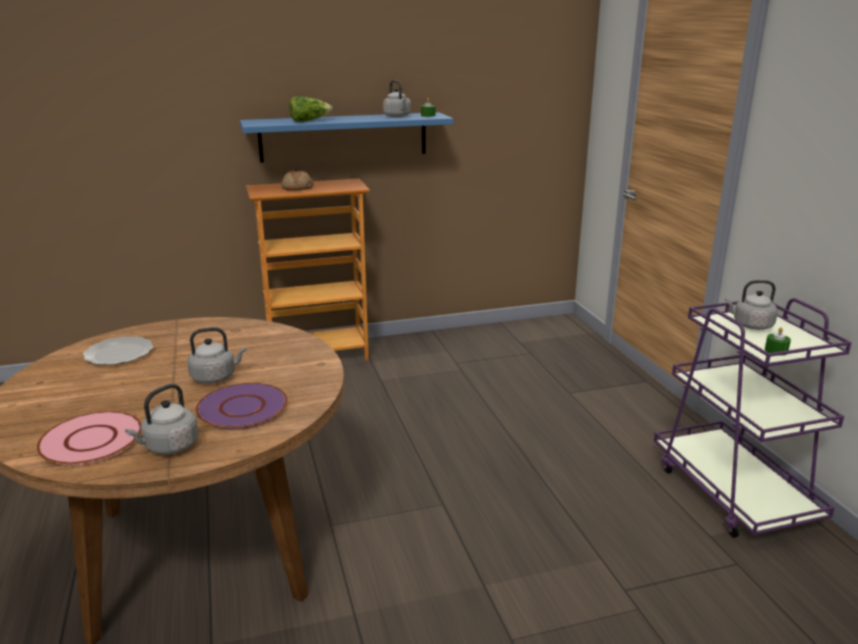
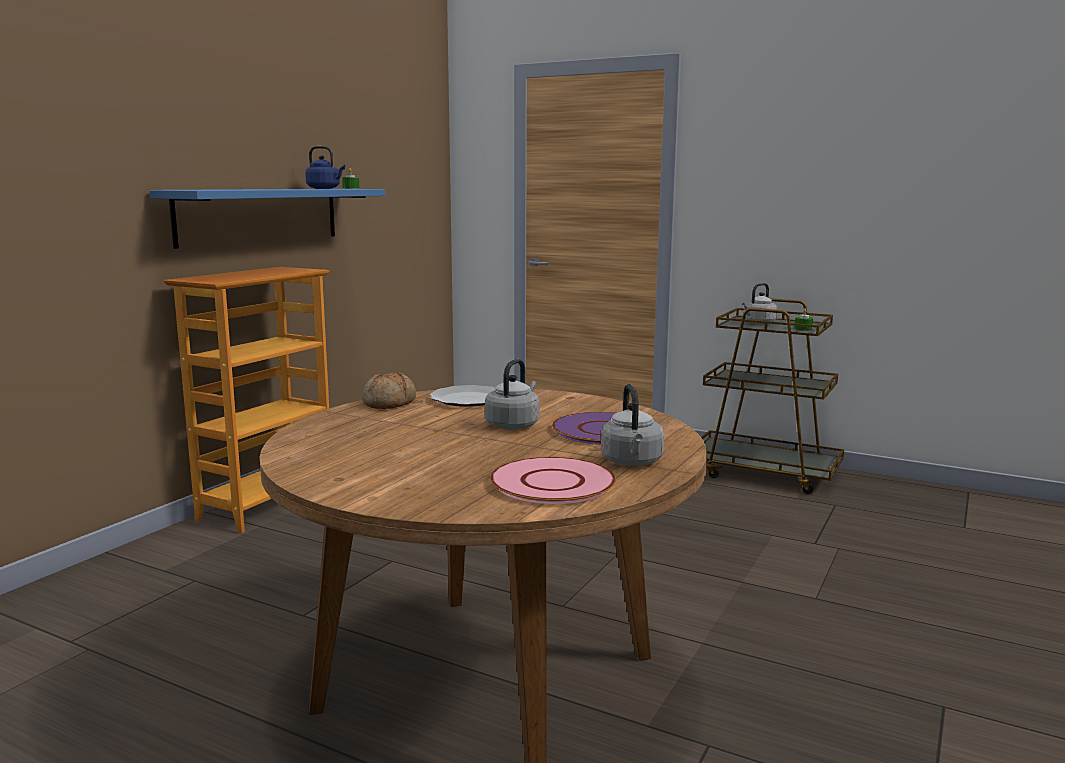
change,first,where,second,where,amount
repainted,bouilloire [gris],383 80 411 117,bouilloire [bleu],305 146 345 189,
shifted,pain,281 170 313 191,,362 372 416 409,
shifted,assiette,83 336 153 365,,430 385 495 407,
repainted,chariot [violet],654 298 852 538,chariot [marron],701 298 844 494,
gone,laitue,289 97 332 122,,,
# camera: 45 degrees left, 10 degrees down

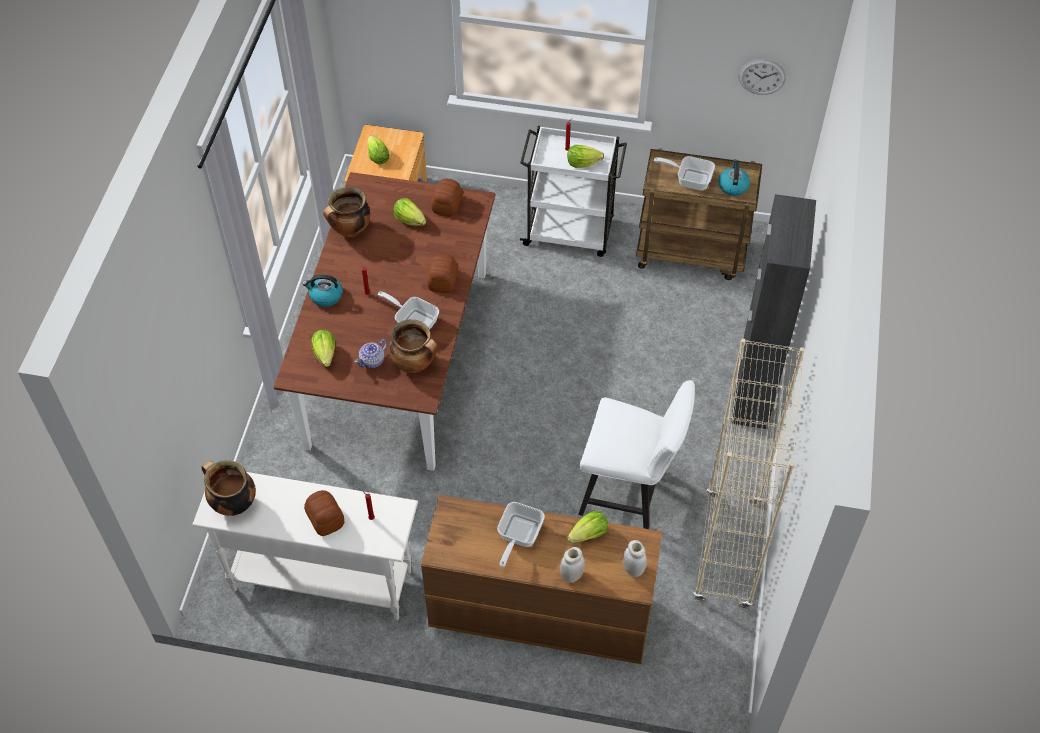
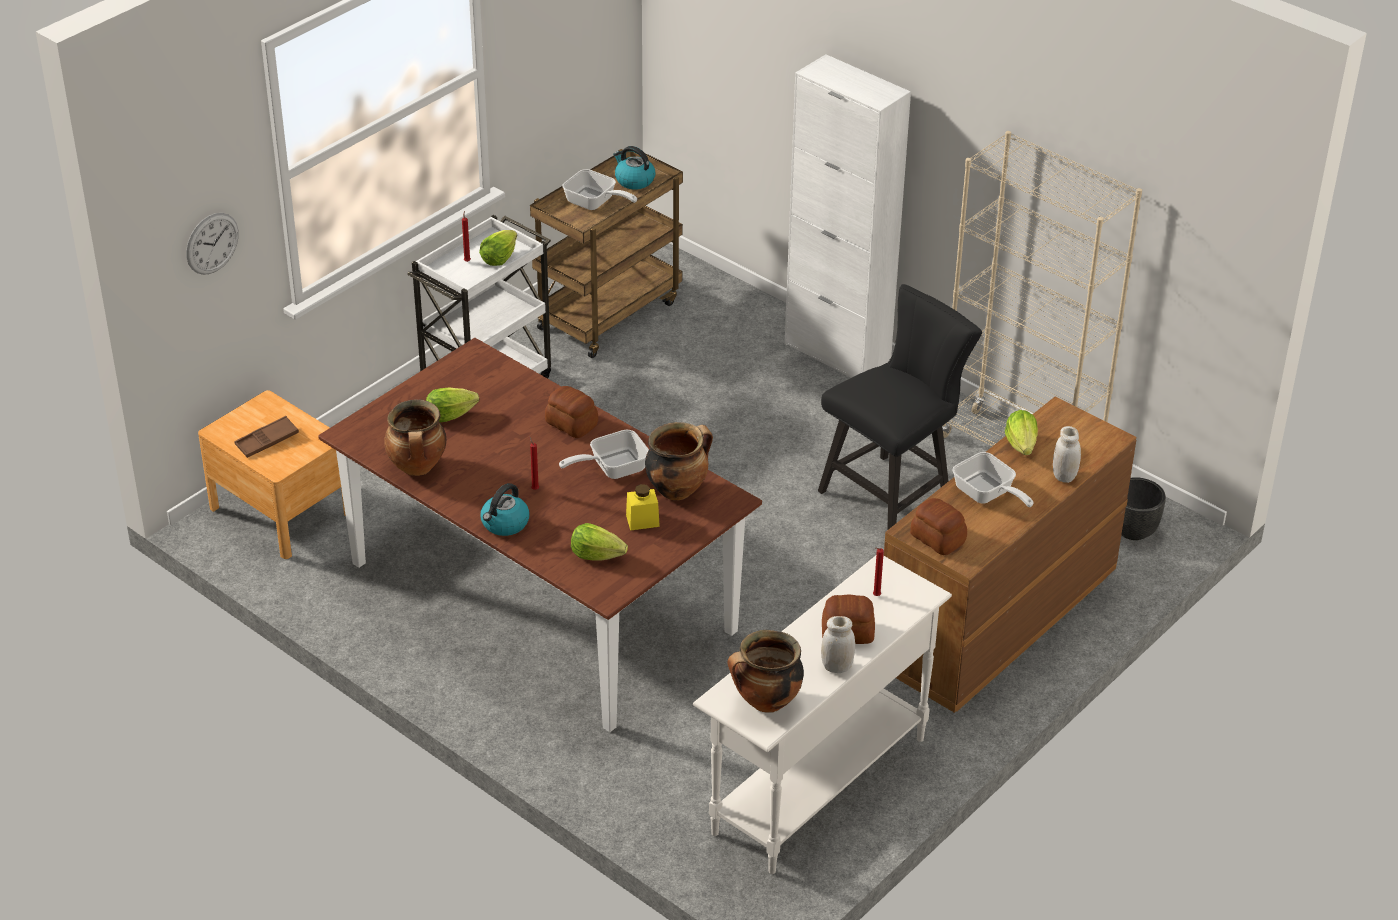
change,first,where,second,where,amount
shifted,horloge murale,739 59 786 95,,186 213 239 275,
swapped,laitue,367 135 390 165,plateau [marron],234 416 299 458,
rotated,poêle,654 156 715 190,,562 169 637 210,105 degrees counterclockwise
swapped,théière,354 339 388 368,bocal [jaune],626 484 660 531,
repainted,meuble de rangement [noir],731 194 816 429,meuble de rangement [blanc],785 54 911 378,
repainted,chaise [blanc],578 380 695 529,chaise [noir],818 284 982 530,
shifted,bocal [blanc],623 540 647 577,,821 616 855 673,
shifted,pain,431 179 463 217,,910 498 967 555,
new,,,cache-pot [noir],1122 477 1166 540,
# camera: 60 degrees left, 15 degrees down

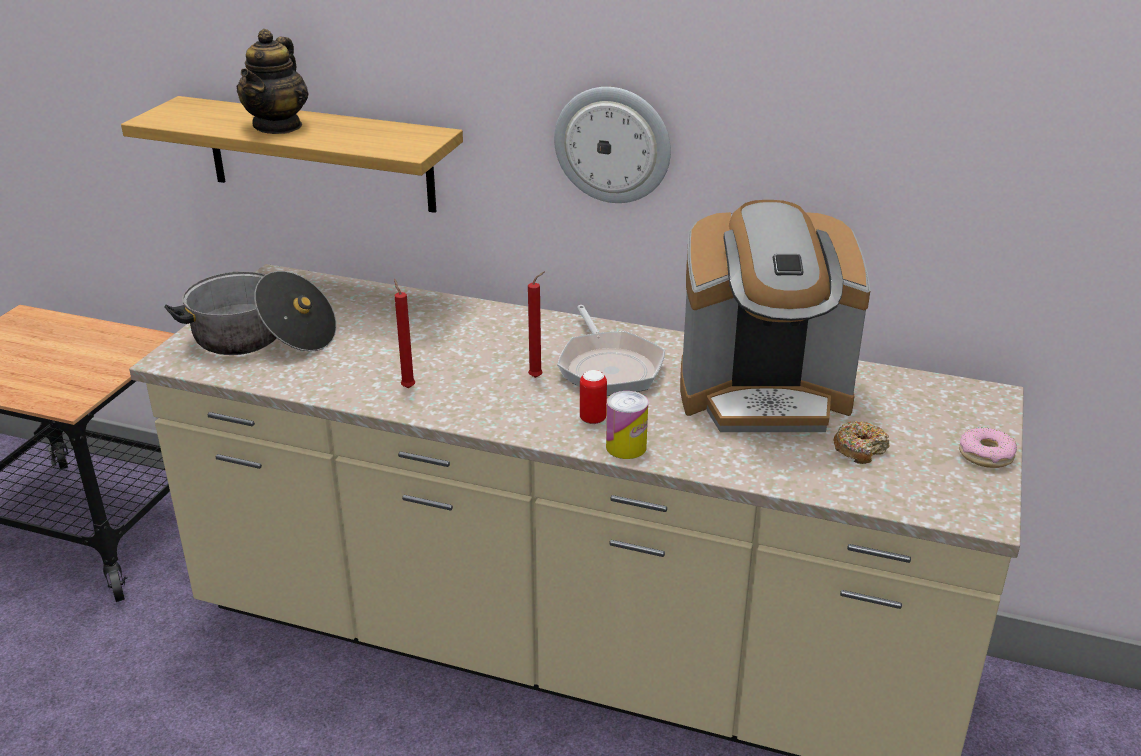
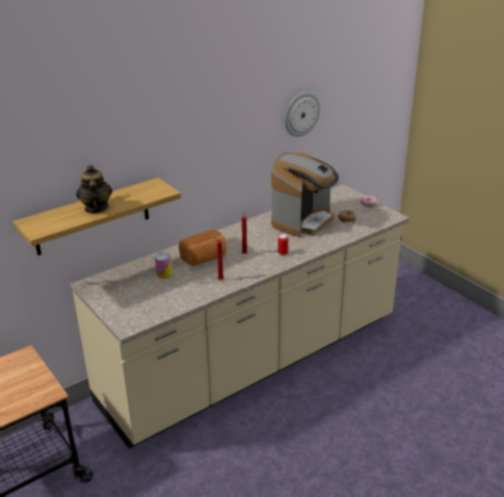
change,first,where,second,where,amount
rotated,théière,236 29 309 134,,76 165 112 213,150 degrees counterclockwise
shifted,boîte métallique,606 391 648 459,,155 252 172 278,
new,,,pain,179 229 226 266,
shifted,horloge murale,554 87 671 203,,285 92 321 137,
gone,marmite,165 271 337 355,,,
gone,poêle,557 305 665 396,,,
# camera: 55 degrees left, 0 degrees up

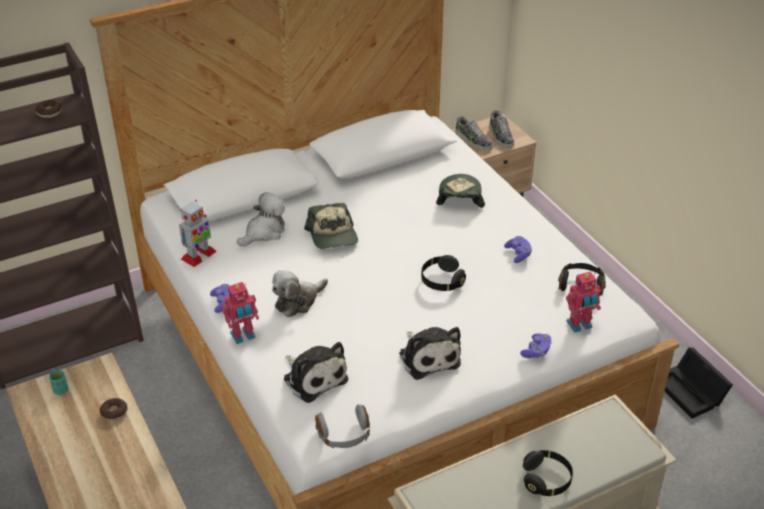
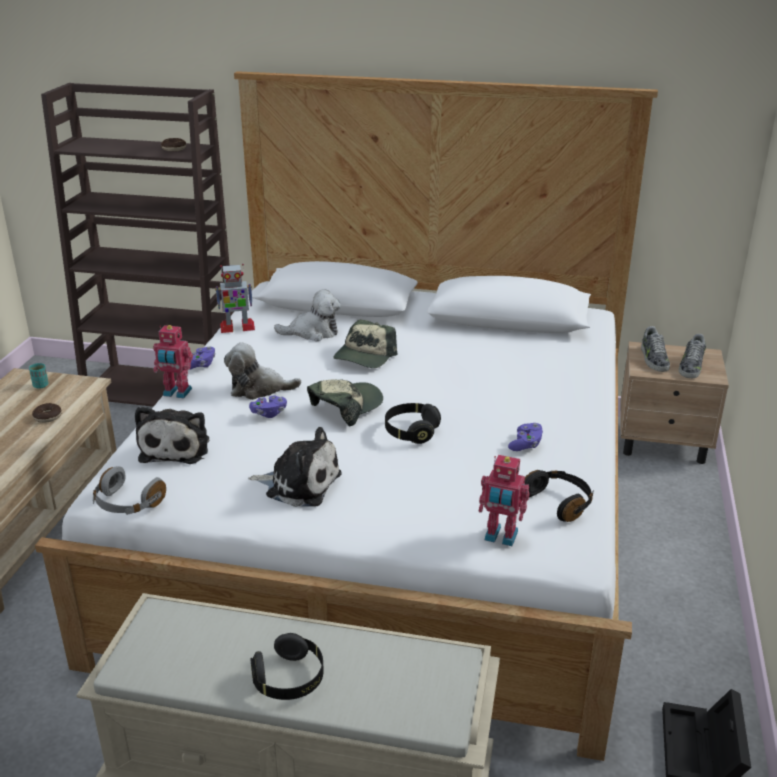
change,first,where,second,where,amount
rotated,peluche,399 327 461 380,,248 427 341 507,90 degrees counterclockwise
shifted,manette [violet],520 333 552 358,,249 395 287 418,
shifted,casquette,436 174 485 208,,307 379 383 426,
# camera: 40 degrees right, 10 degrees down

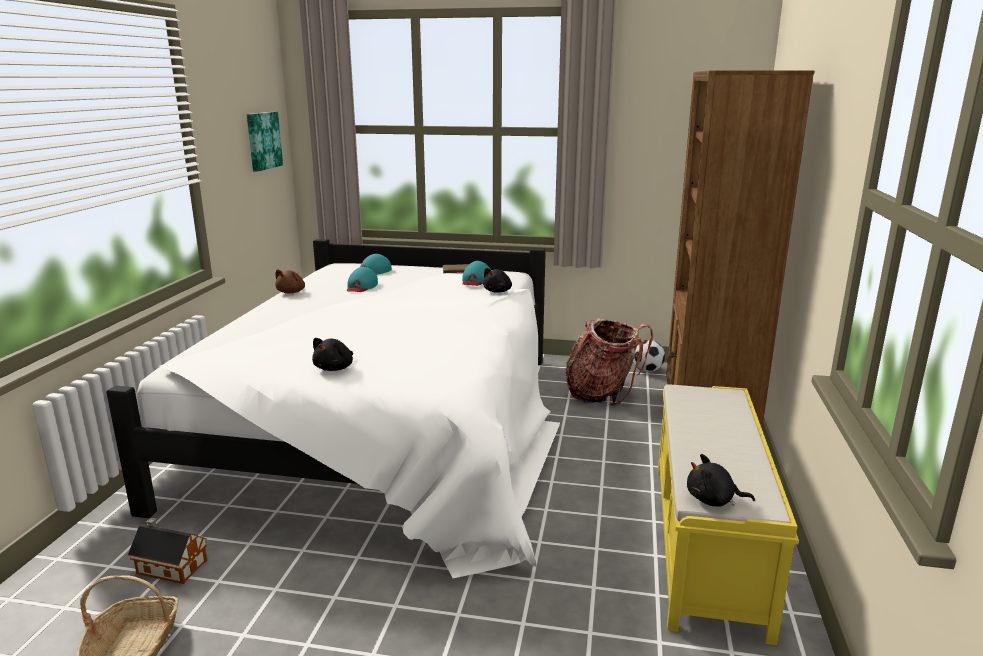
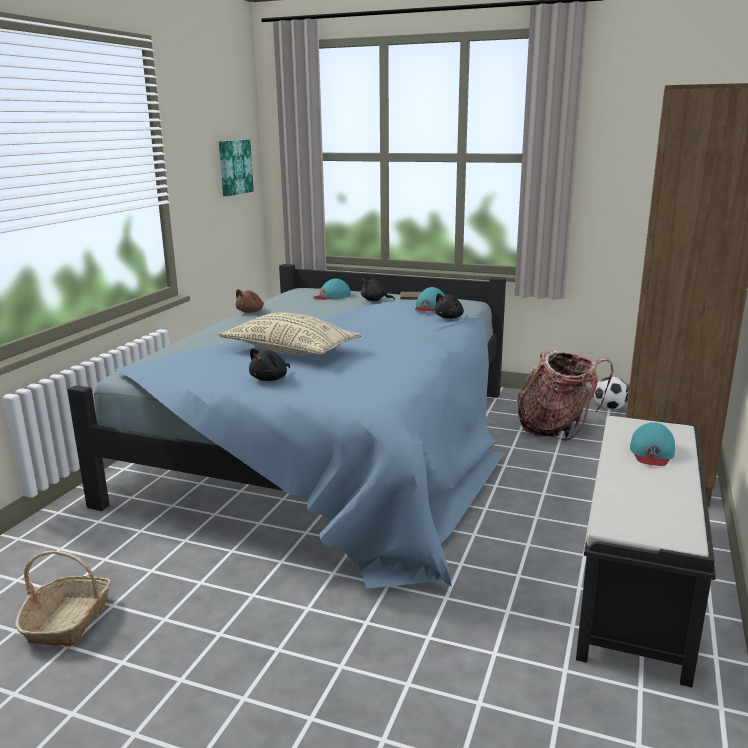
change,first,where,second,where,amount
repainted,lit [blanc],106 239 560 578,lit [bleu],67 264 506 589,
new,,,coussin [beige],218 312 361 355,
shifted,peluche [noir],687 454 755 506,,361 276 395 301,
repainted,banc [jaune],658 384 799 645,banc [noir],576 416 716 687,
shifted,casquette [turquoise],347 267 378 292,,630 422 675 466,
gone,maison miniature,128 518 207 584,,,
# camera: 10 degrees right, 0 degrees up

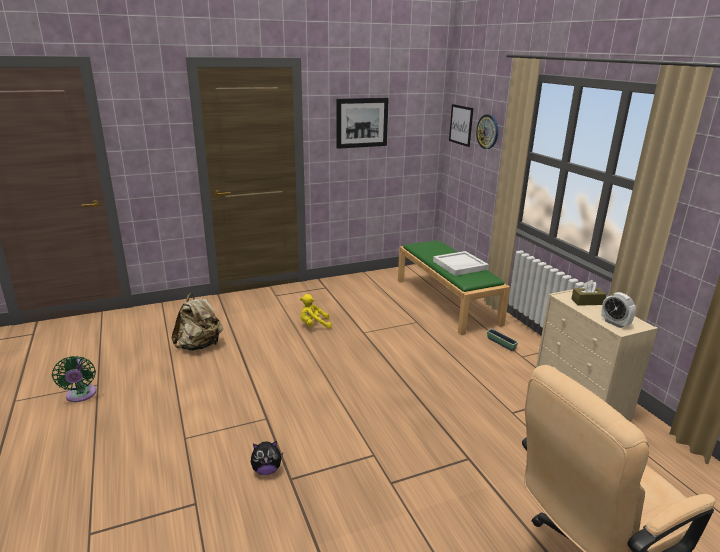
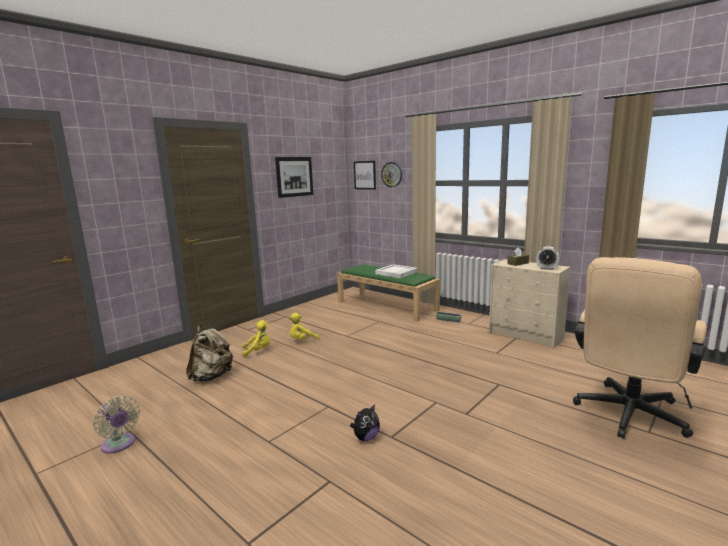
change,first,where,second,where,amount
repainted,ventilateur [vert],52 356 96 402,ventilateur [beige],93 396 140 454,
new,,,peluche [jaune],242 320 271 357,
# camera: 25 degrees left, 10 degrees down

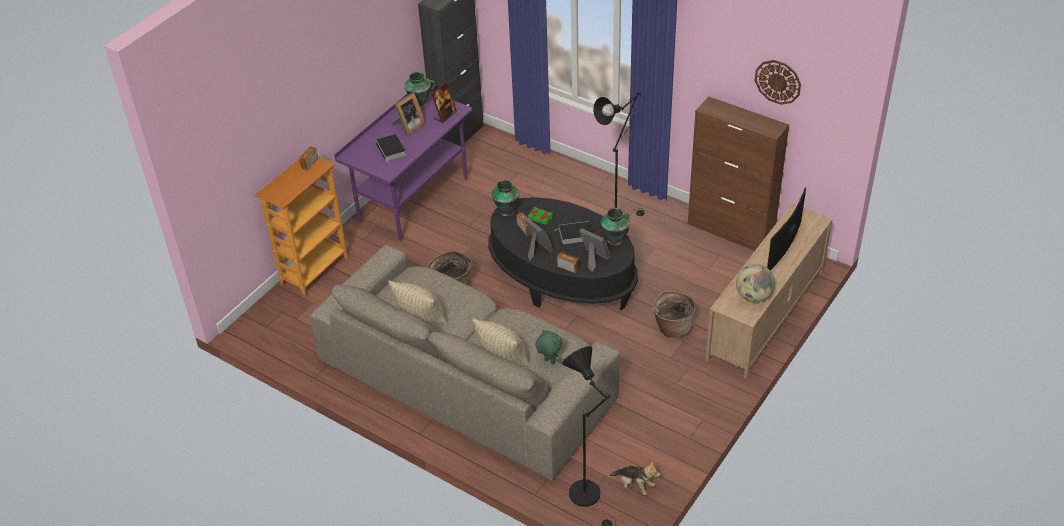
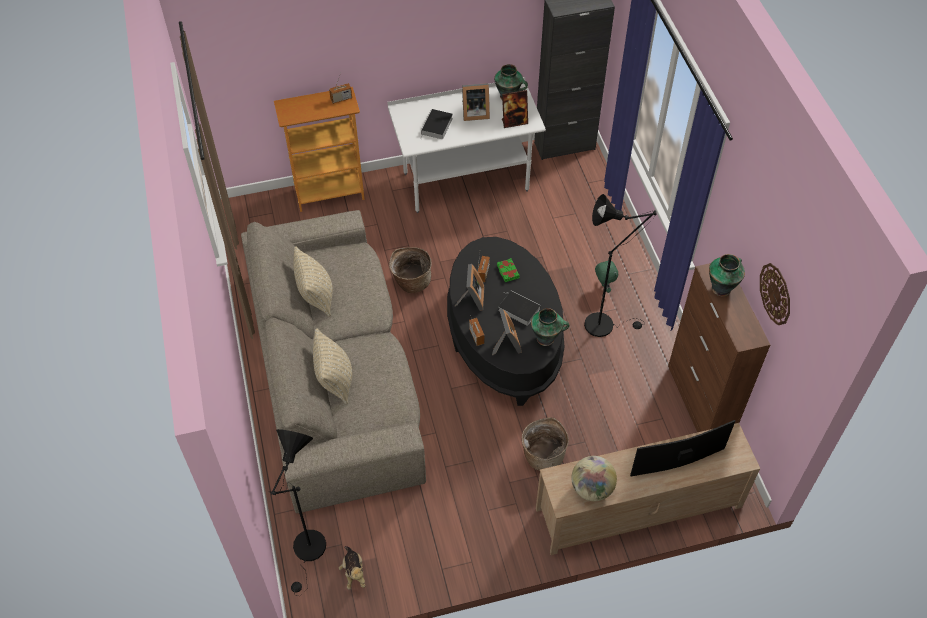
change,first,where,second,where,amount
repainted,bureau [violet],334 92 473 242,bureau [blanc],387 77 546 213,
shifted,peluche [vert],536 329 562 365,,595 260 618 293,
shifted,vase,492 180 520 216,,709 254 745 296,
# camera: 40 degrees right, 10 degrees up

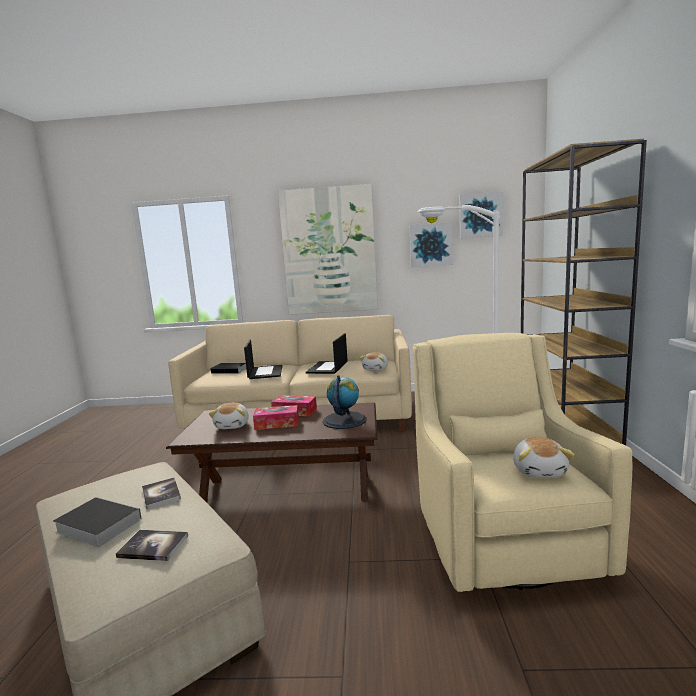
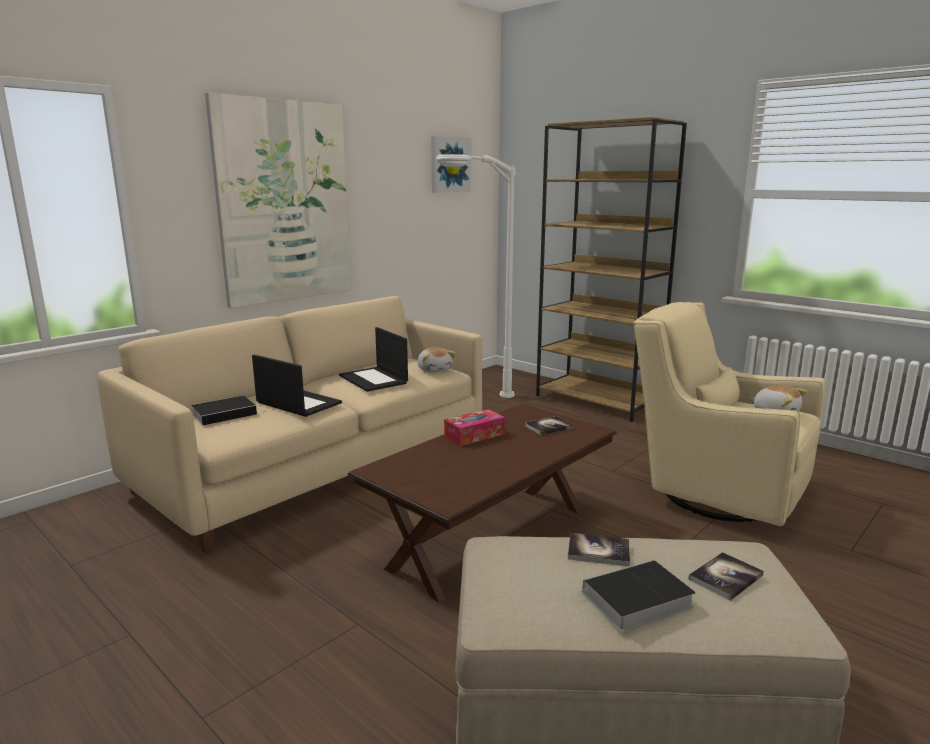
change,first,where,second,where,amount
swapped,globe,323 375 367 429,livre,525 416 574 435,
gone,peluche,209 403 249 429,,,
gone,boîte à mouchoirs,253 405 299 430,,,
gone,tableau,410 222 453 267,,,
# camera: 50 degrees left, 5 degrees up

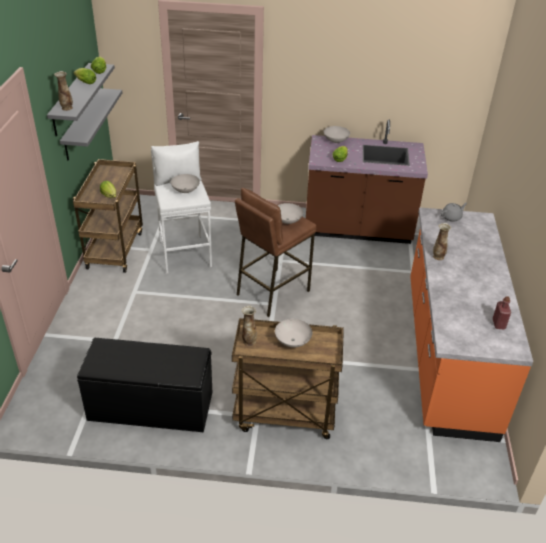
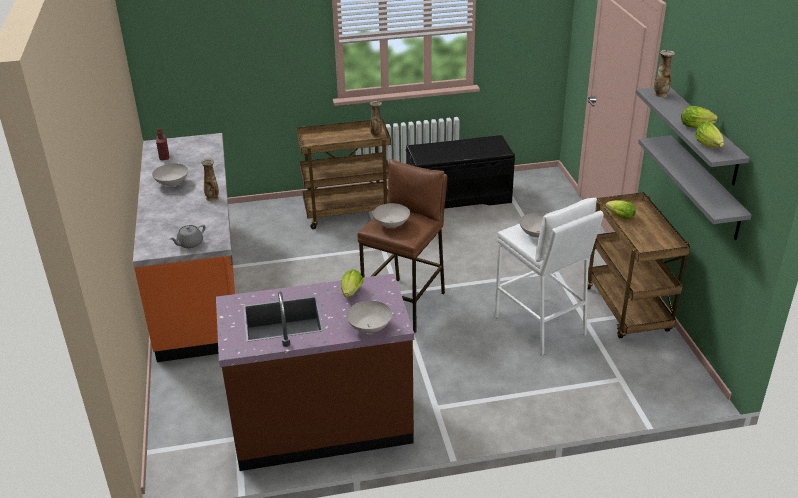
change,first,where,second,where,amount
shifted,bol [blanc],275 319 312 348,,152 164 188 186,
# camera: 165 degrees right, 5 degrees down

